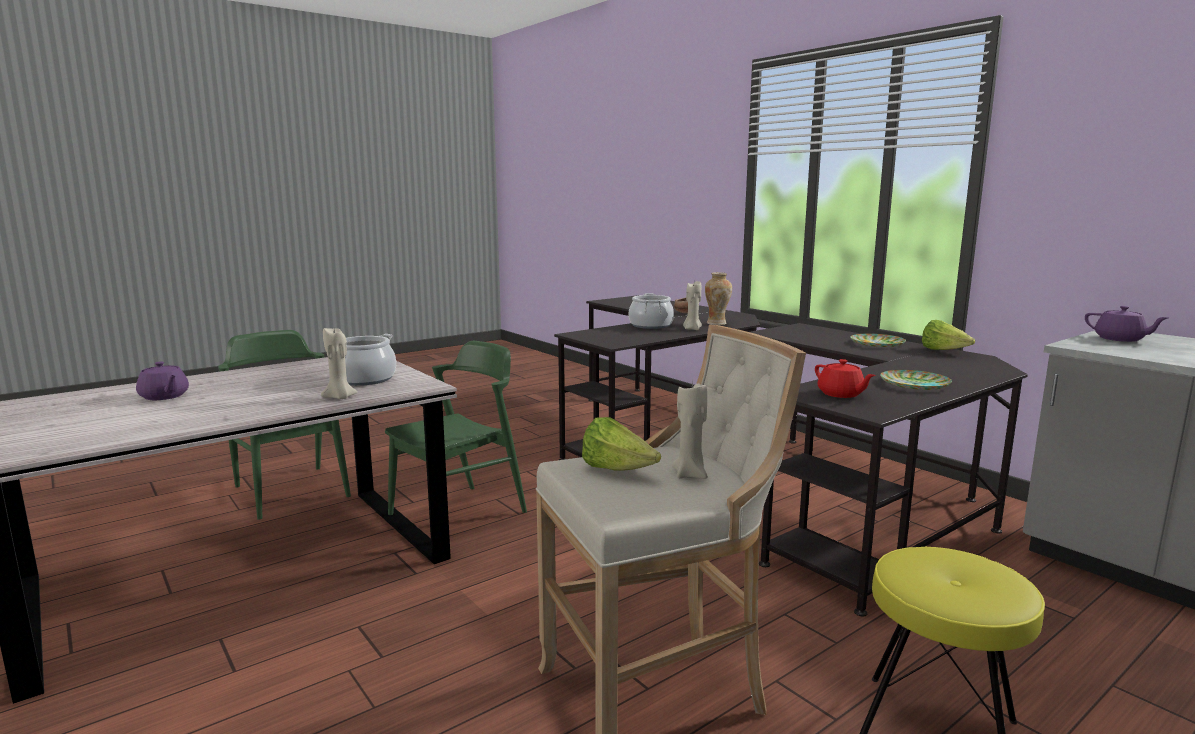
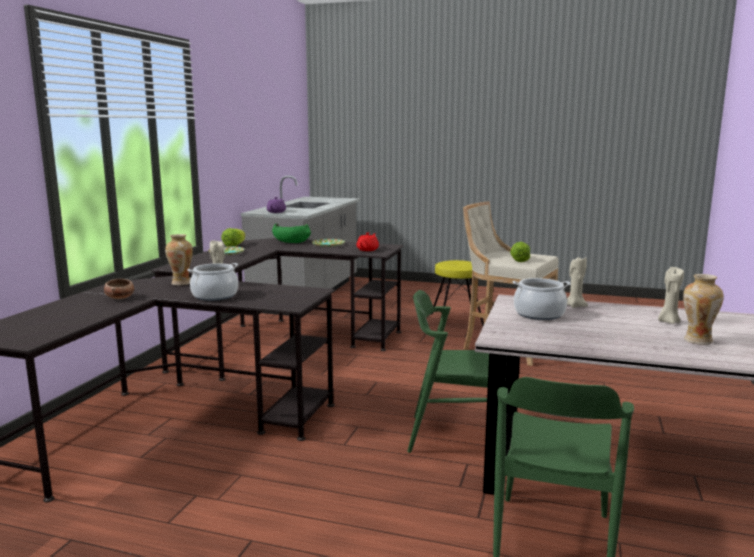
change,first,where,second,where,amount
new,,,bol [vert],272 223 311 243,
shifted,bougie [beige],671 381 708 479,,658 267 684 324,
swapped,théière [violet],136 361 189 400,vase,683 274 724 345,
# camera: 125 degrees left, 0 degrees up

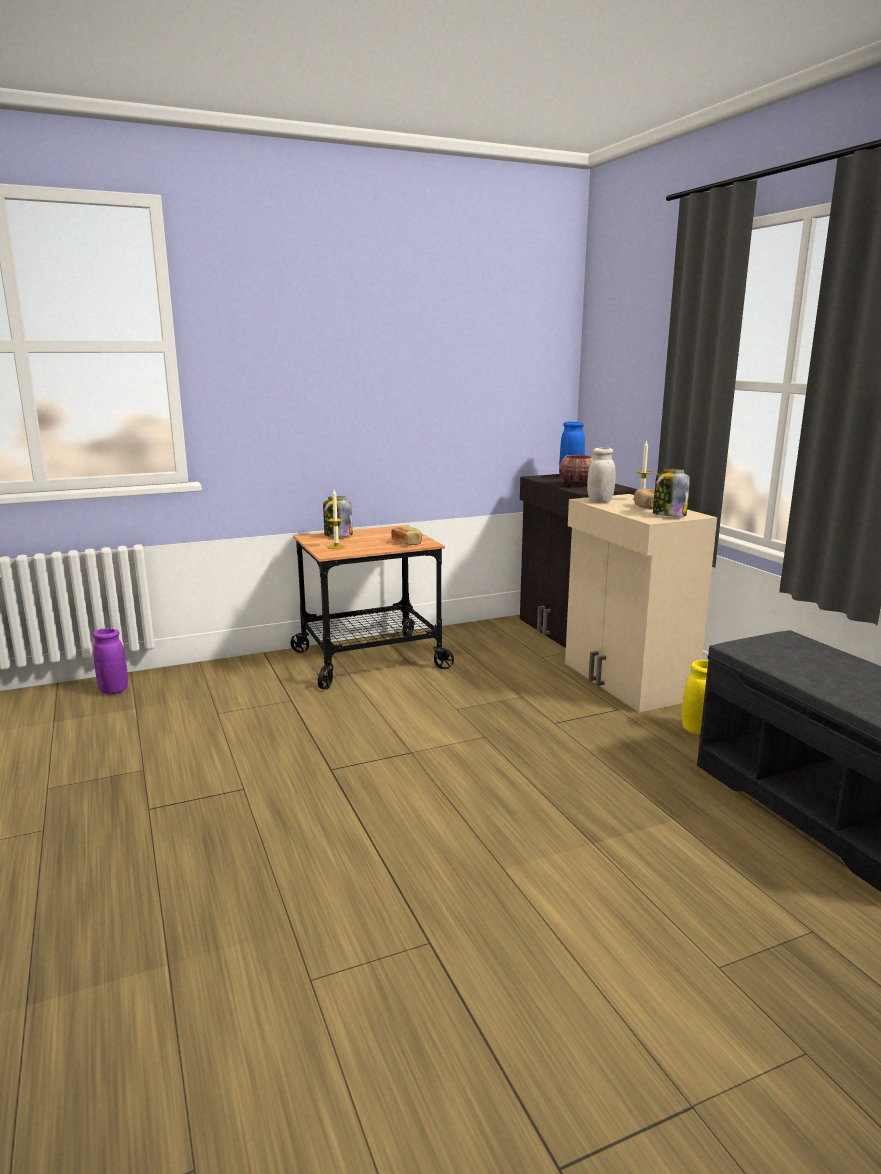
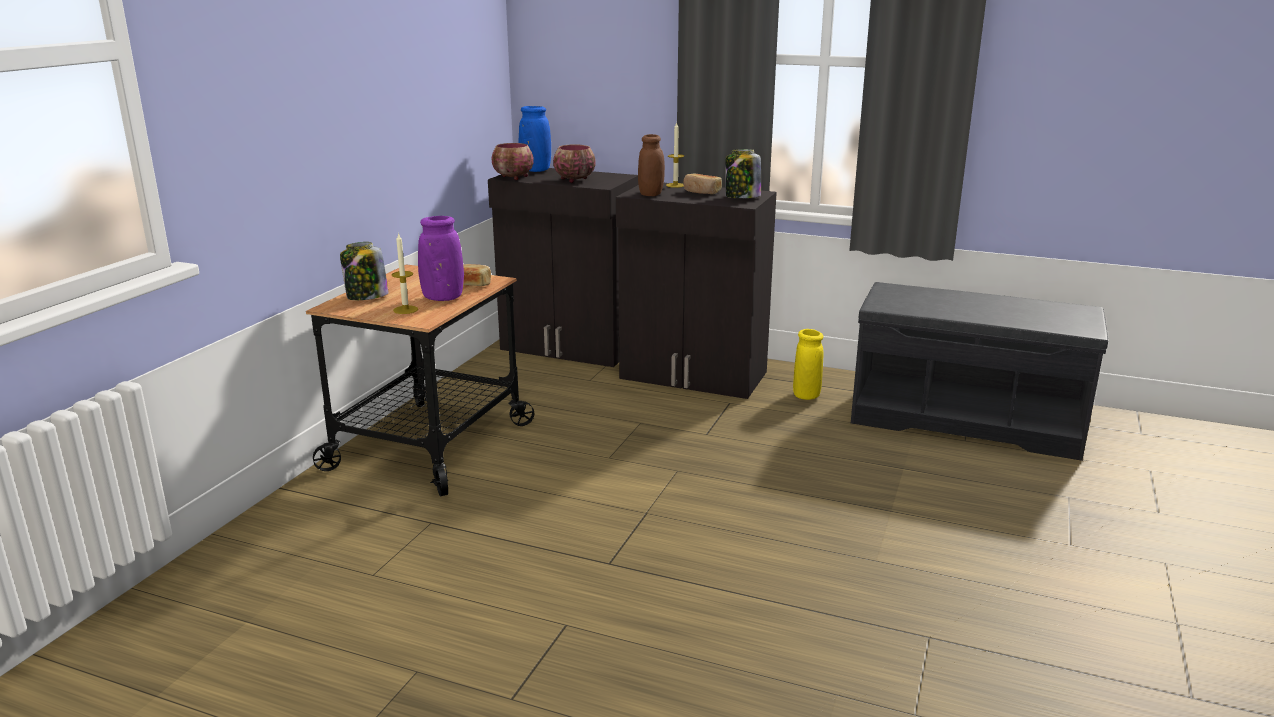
change,first,where,second,where,amount
shifted,vase [violet],93 628 128 695,,418 216 464 301,
new,,,bol,492 143 533 180,
repainted,meuble de rangement [beige],565 494 717 713,meuble de rangement [noir],616 183 777 399,
repainted,bocal [blanc],587 447 616 503,bocal [marron],638 134 665 196,
# camera: 45 degrees left, 5 degrees up

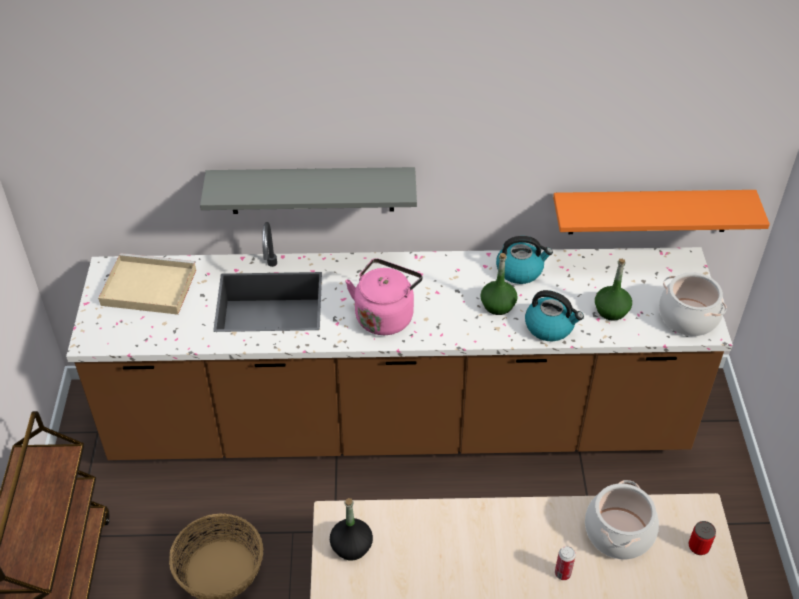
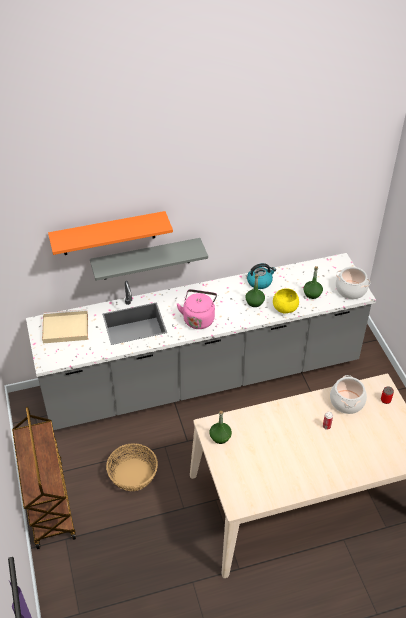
change,first,where,second,where,amount
repainted,comptoir de cuisine [marron],66 222 733 460,comptoir de cuisine [gris],26 253 376 430,
shifted,étagère [orange],553 190 770 234,,48 211 173 255,
repainted,bouteille [noir],330 498 373 560,bouteille [vert],210 411 232 444,
swapped,bouilloire,525 290 584 341,bol [jaune],273 288 299 313,
# camera: 15 degrees left, 0 degrees up

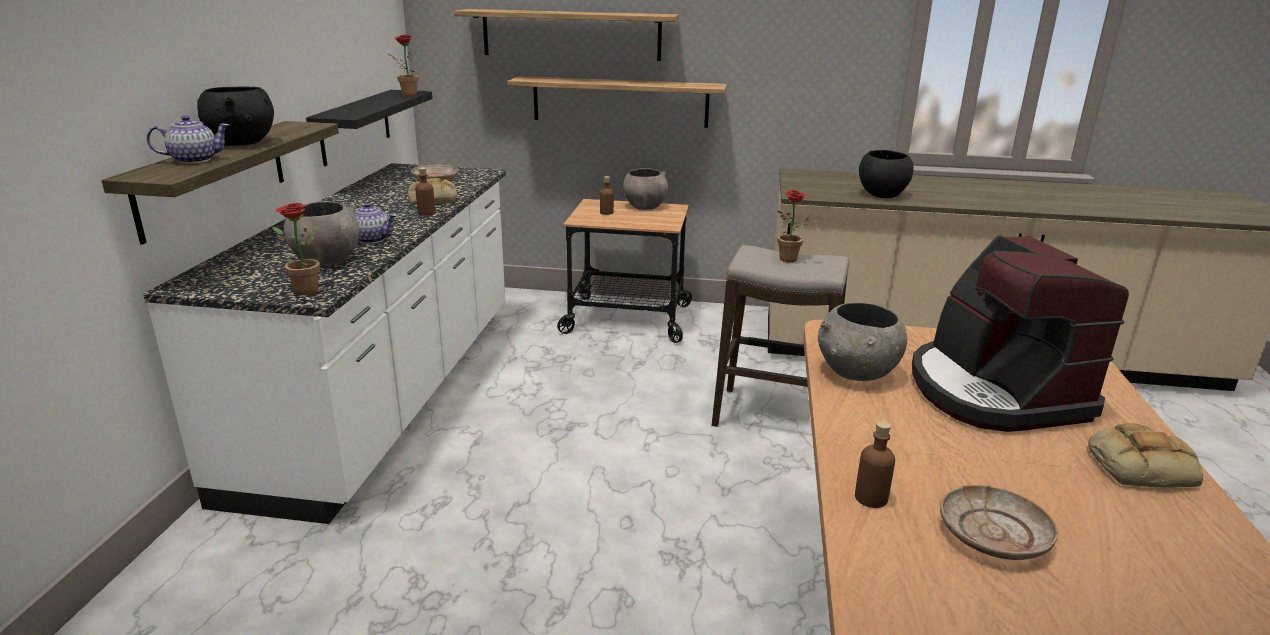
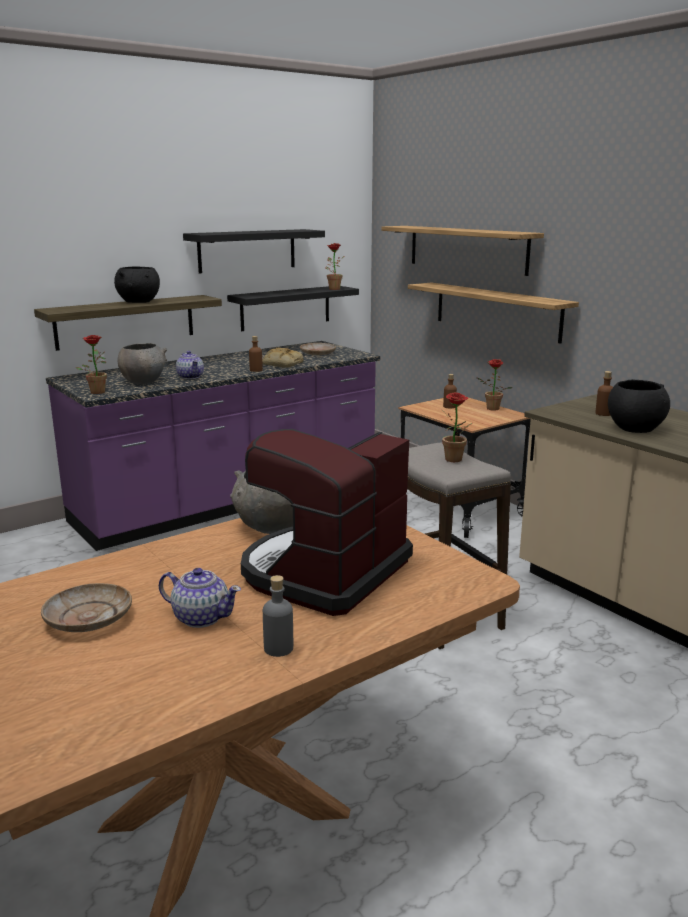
change,first,where,second,where,amount
repainted,comptoir de cuisine [blanc],143 163 506 524,comptoir de cuisine [violet],46 341 380 551,
shifted,théière,147 115 229 164,,159 568 241 628,
new,,,étagère [noir],183 229 325 274,
swapped,pain,1088 423 1203 488,bouteille [gris],263 575 293 657,
swapped,bol [gris],623 168 668 210,plante en pot,477 359 513 411,
shifted,bouteille [marron],855 421 895 508,,595 371 613 416,
# camera: 45 degrees right, 5 degrees down

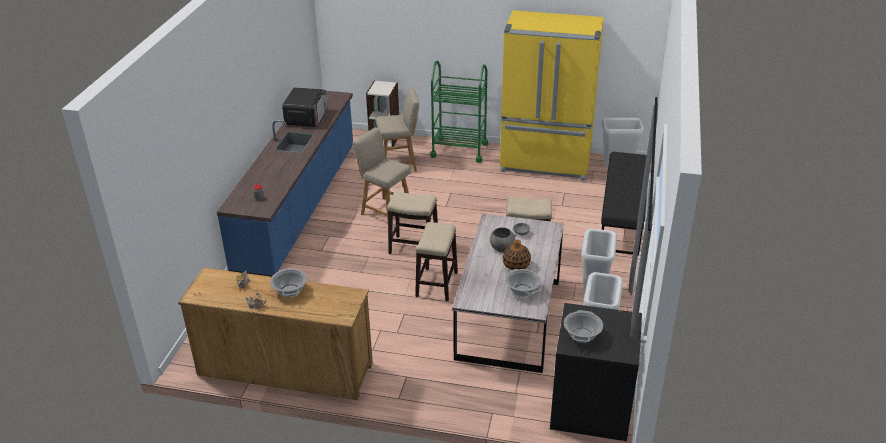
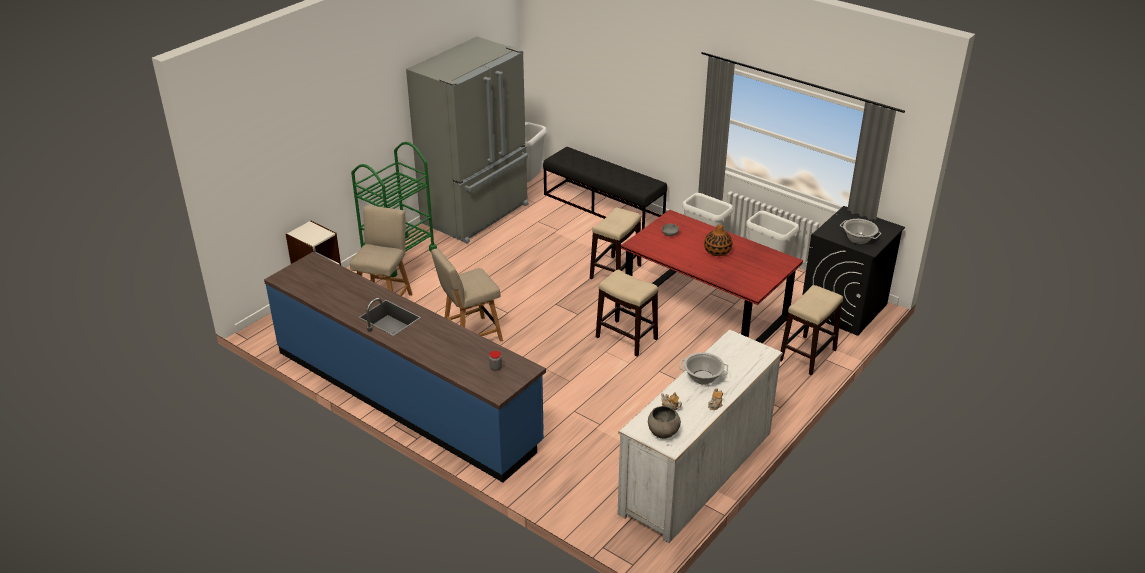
change,first,where,second,where,amount
repainted,réfrigérateur [jaune],500 10 604 180,réfrigérateur [gris],406 37 529 243,
repainted,commode [marron],178 268 373 400,commode [blanc],618 329 783 543,
repainted,table à manger [gris],452 214 564 373,table à manger [rouge],621 210 803 344,
shifted,bol [gris],490 227 517 252,,648 405 681 439,
shifted,tabouret,387 191 438 260,,780 285 843 375,
gone,micro-ondes,282 87 328 127,,,
gone,marmite,505 269 541 297,,,
# camera: 65 degrees left, 0 degrees up

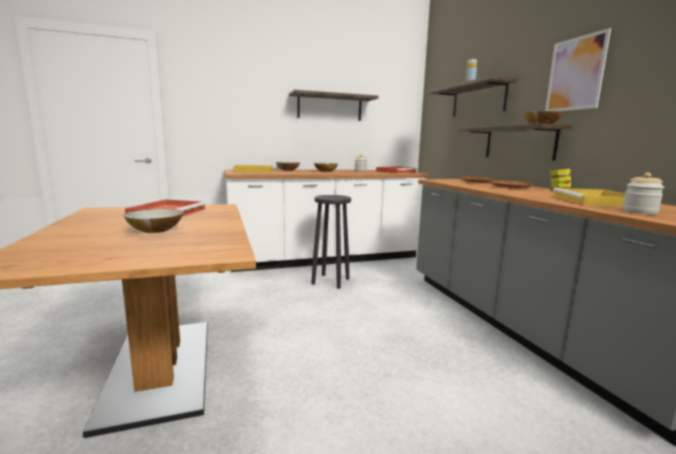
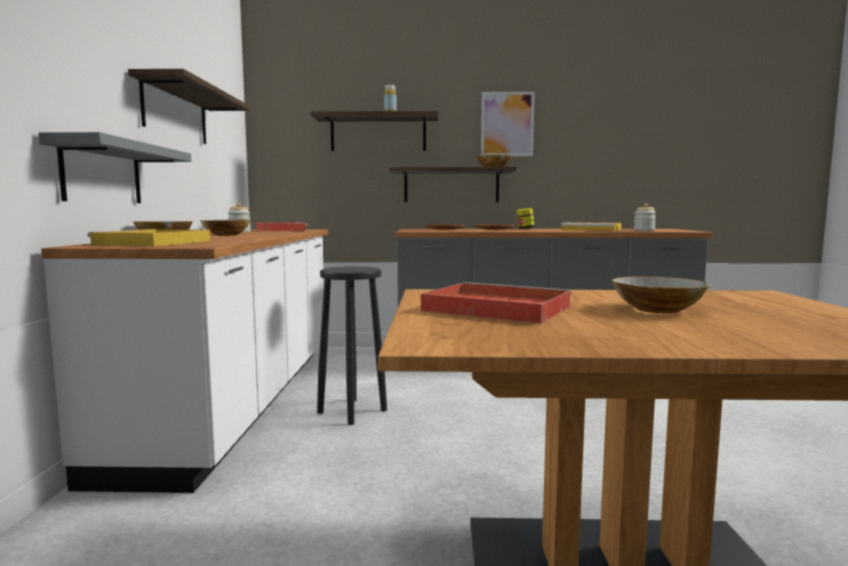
change,first,where,second,where,amount
new,,,étagère [gris],38 132 191 203,
# camera: 70 degrees left, 5 degrees down

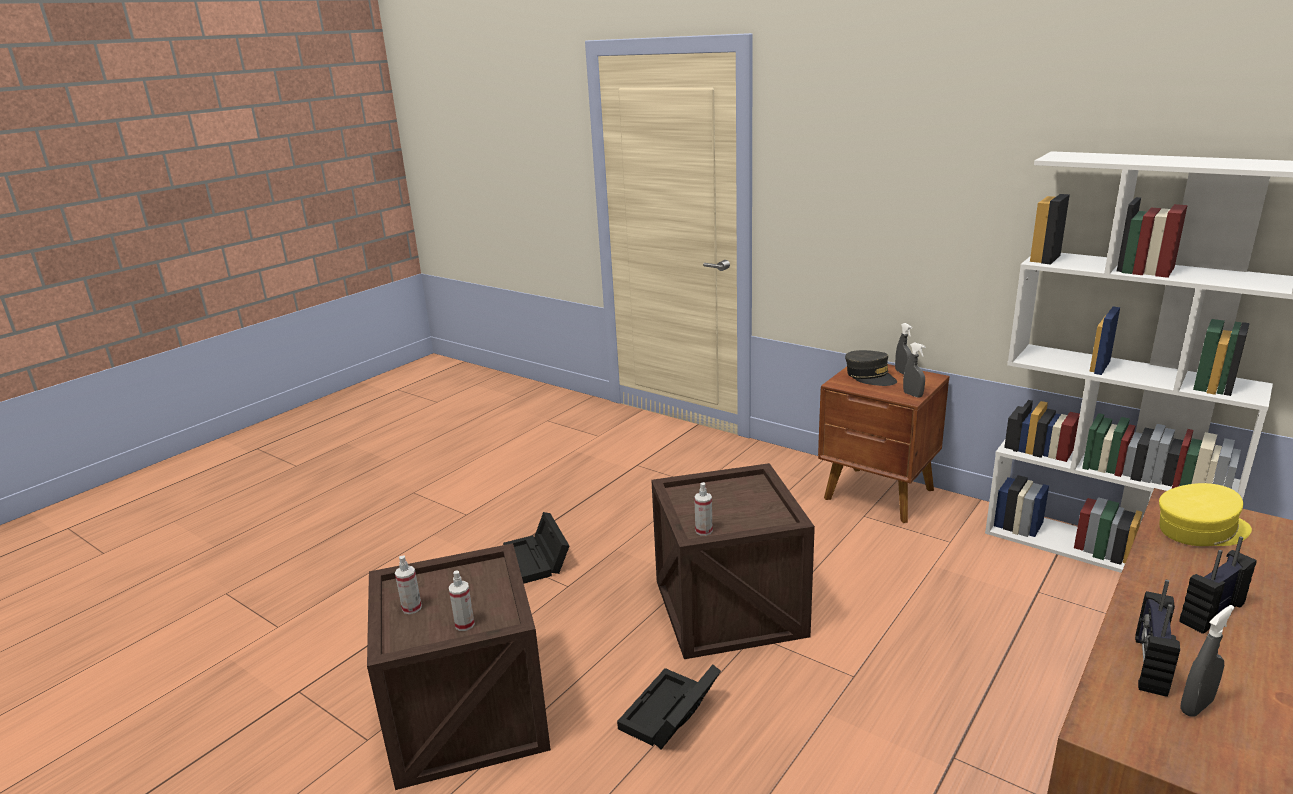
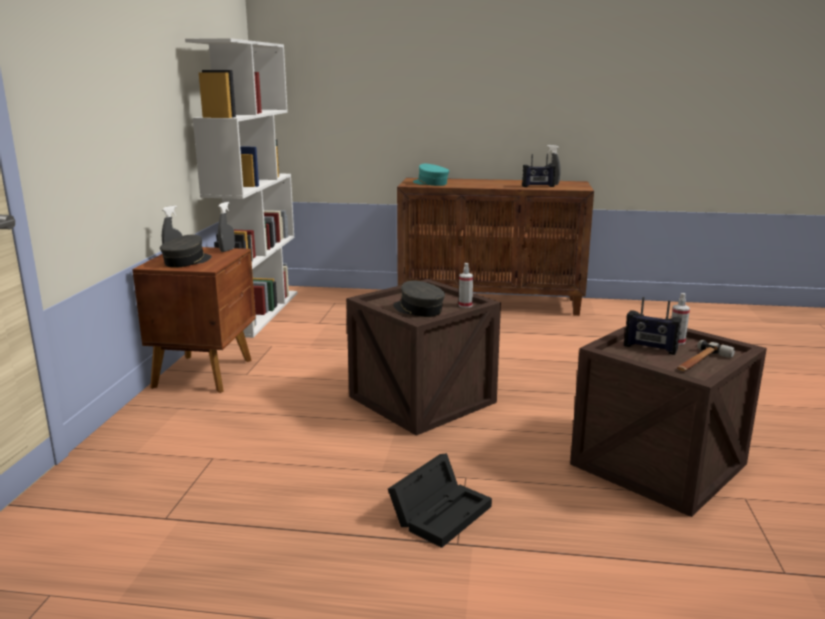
change,first,where,second,where,amount
new,,,casquette [gris],393 280 445 317,
repainted,casquette [jaune],1159 483 1252 546,casquette [turquoise],413 164 449 186,
shifted,radio,1179 536 1257 634,,624 297 682 355,
swapped,vaporisateur,395 555 422 614,marteau,677 340 735 371,
gone,boîte de rangement [noir],617 664 721 749,,,
# camera: 120 degrees left, 5 degrees down

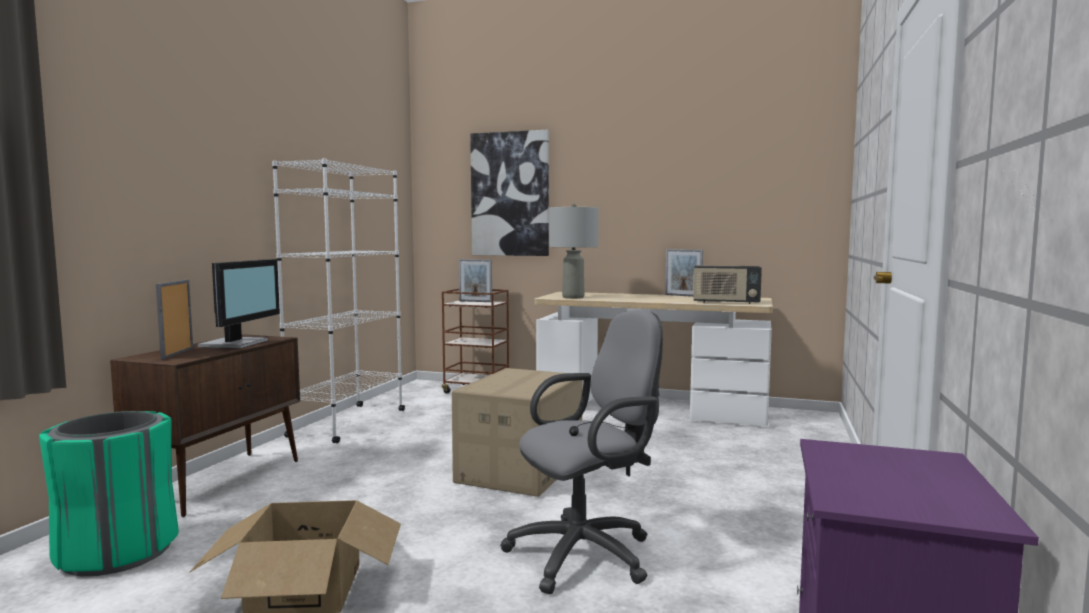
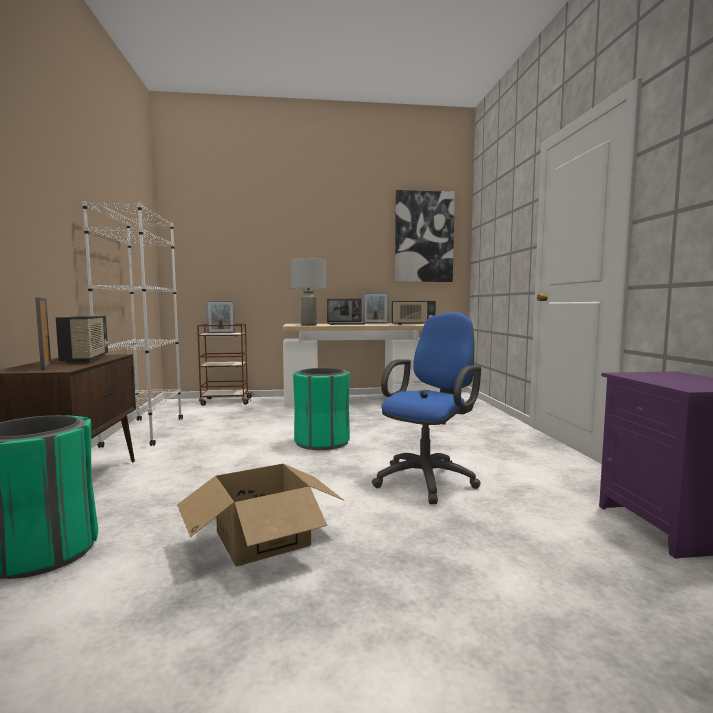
change,first,where,second,where,amount
swapped,écran d'ordinateur,198 259 280 348,radio,56 316 110 363,
swapped,carton,452 368 583 497,poubelle [vert],293 368 350 450,
new,,,ordinateur portable,327 299 366 325,
repainted,chaise de bureau [gris],500 310 663 594,chaise de bureau [bleu],372 312 481 504,
shifted,tableau,470 130 549 256,,395 190 455 282,
# camera: 25 degrees left, 0 degrees up

